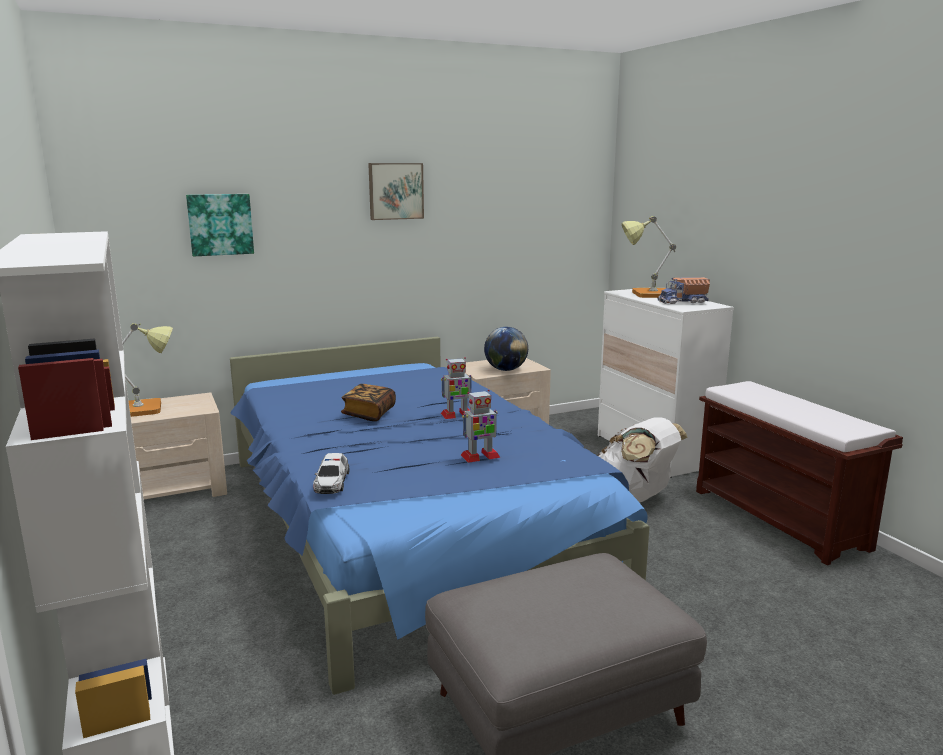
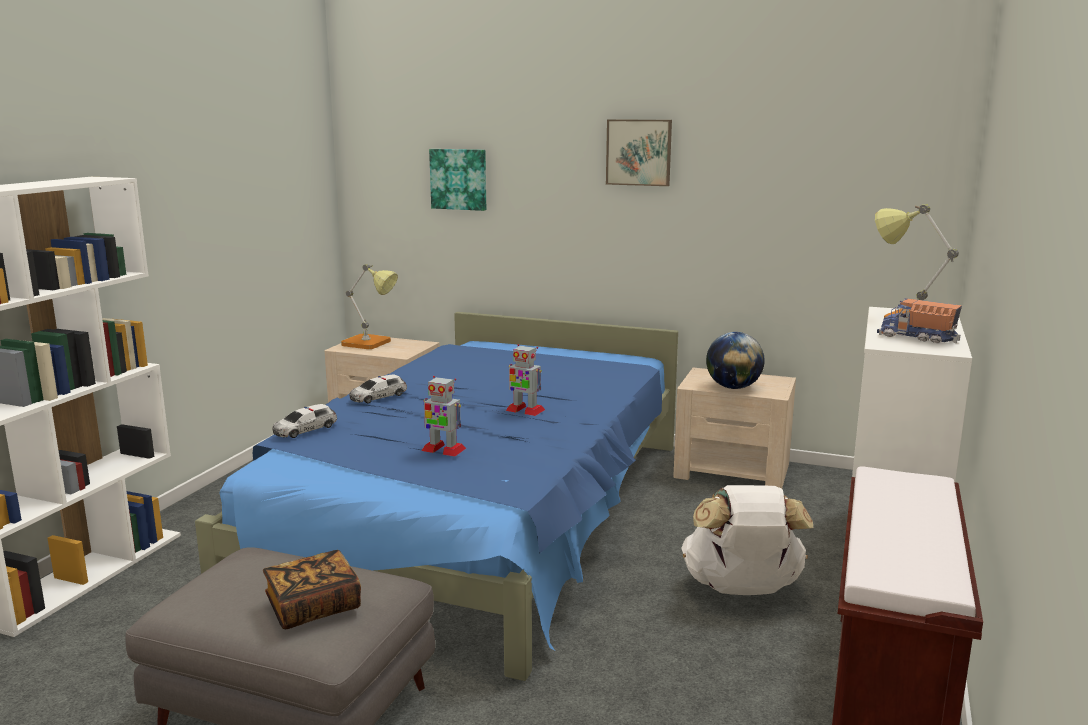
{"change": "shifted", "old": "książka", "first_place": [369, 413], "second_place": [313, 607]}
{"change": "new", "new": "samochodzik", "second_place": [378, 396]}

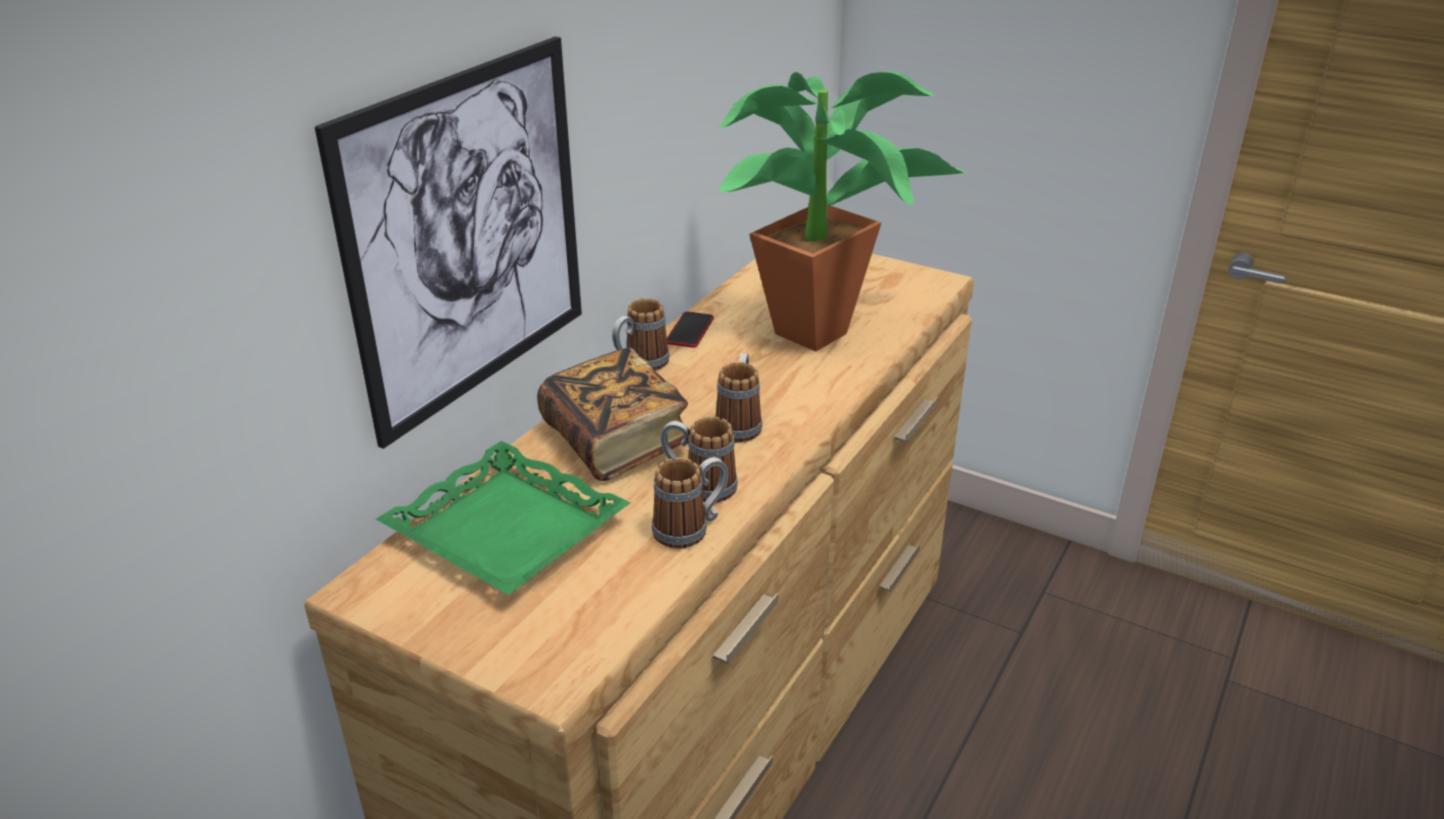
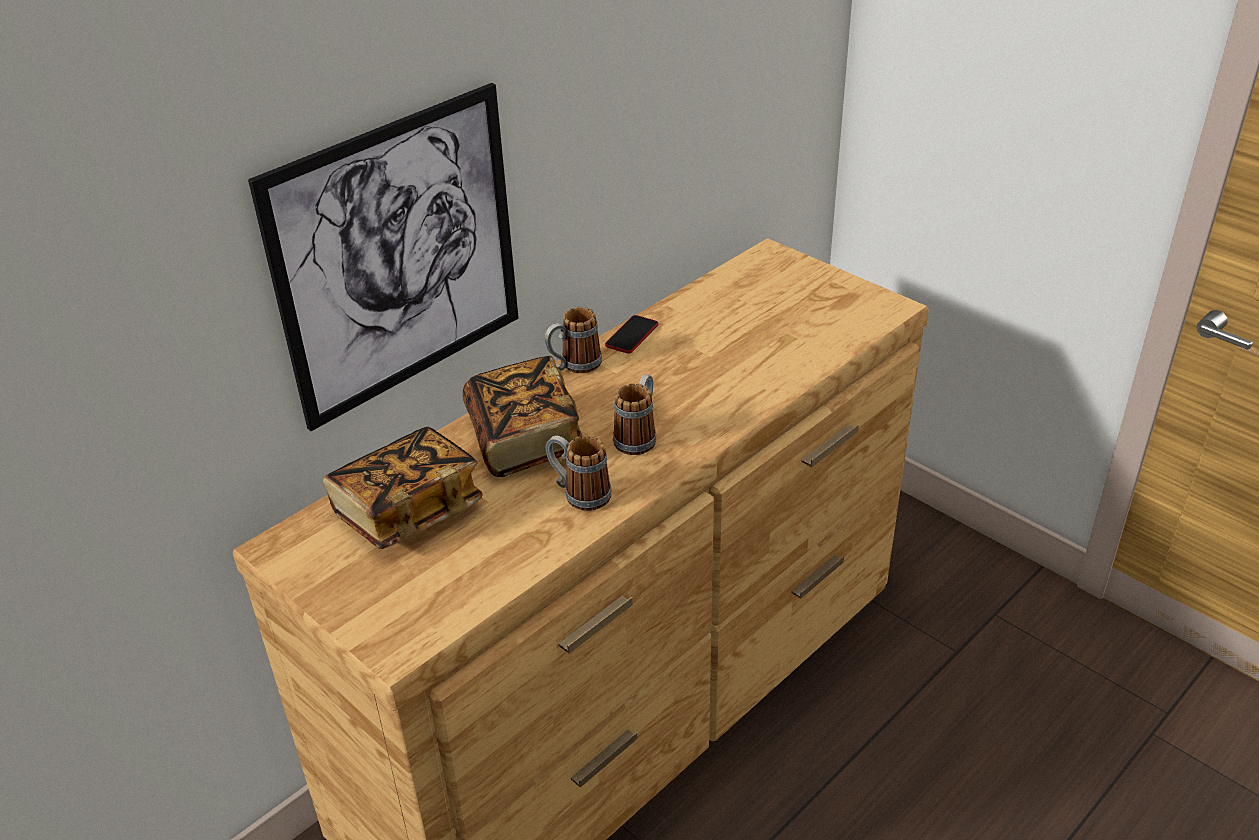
{"change": "swapped", "old": "taca [zielony]", "new": "książka", "first_place": [508, 529], "second_place": [407, 510]}
{"change": "gone", "old": "kubek", "first_place": [691, 529]}
{"change": "gone", "old": "roślina doniczkowa", "first_place": [825, 331]}

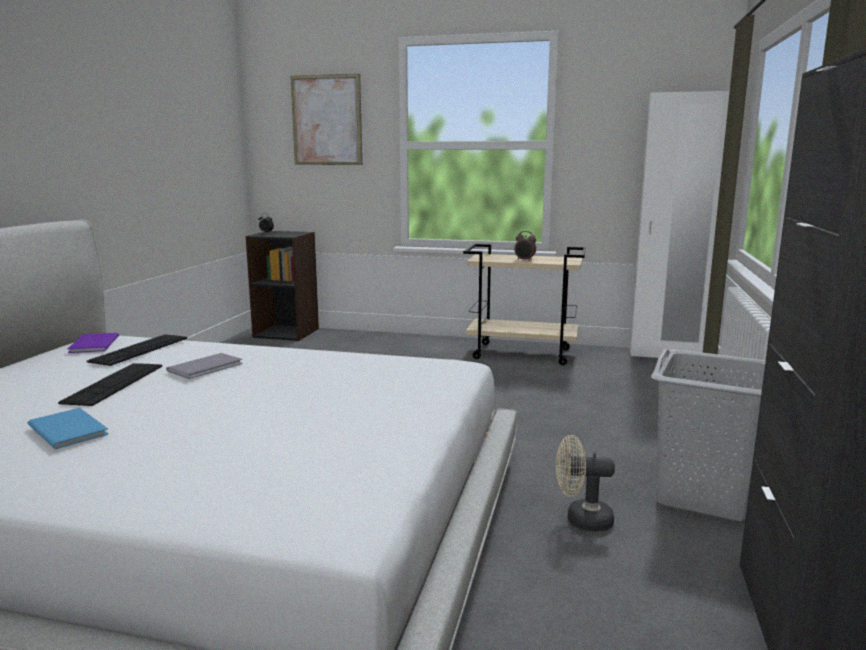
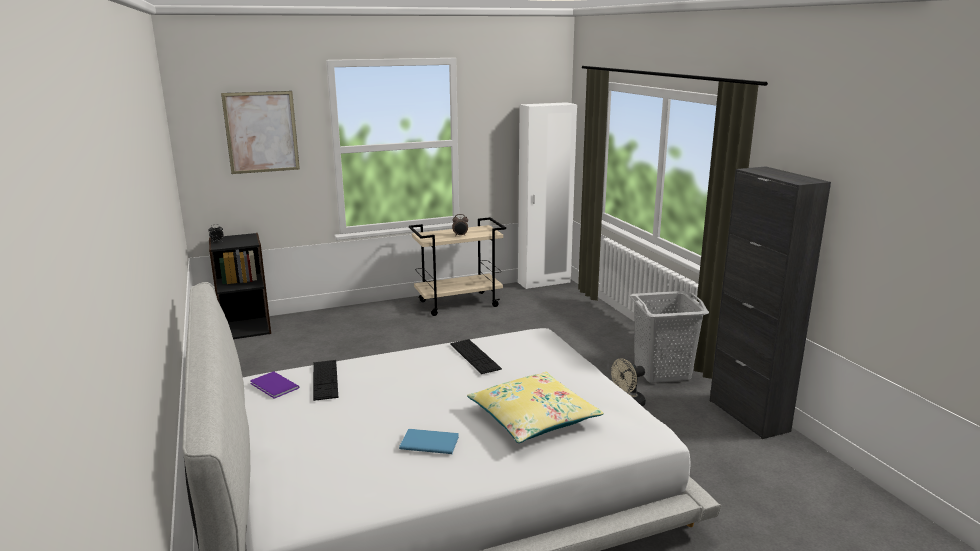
{"change": "shifted", "old": "klawiatura", "first_place": [114, 383], "second_place": [474, 356]}
{"change": "new", "new": "poduszka [żółty]", "second_place": [533, 418]}
{"change": "gone", "old": "książka [szary]", "first_place": [208, 367]}

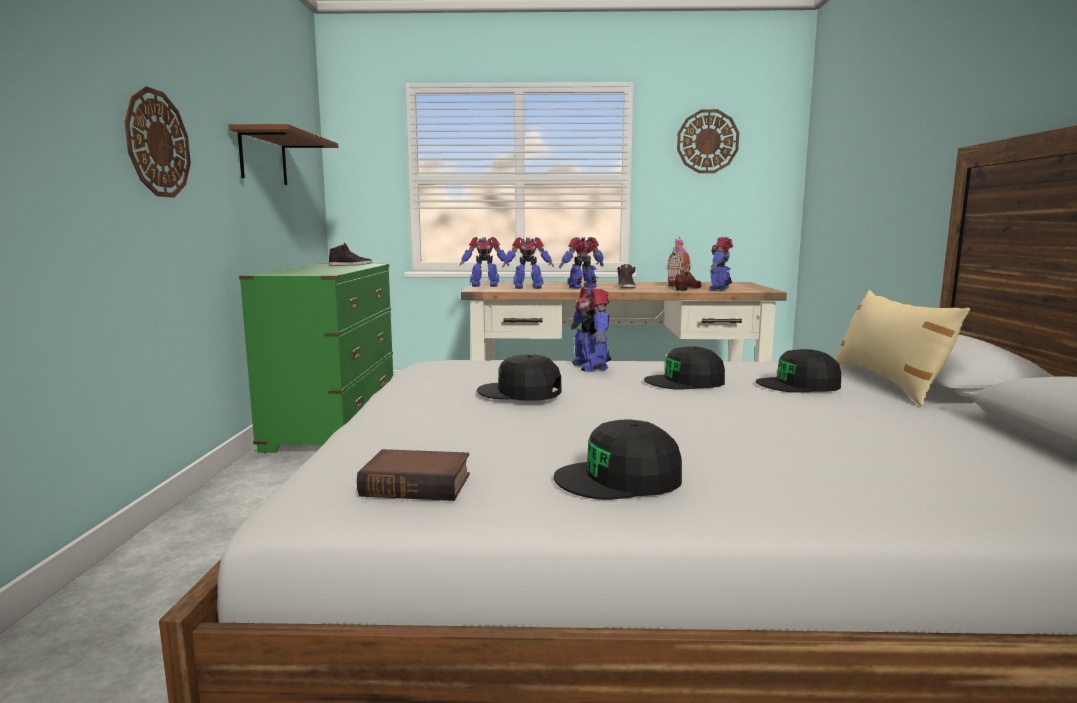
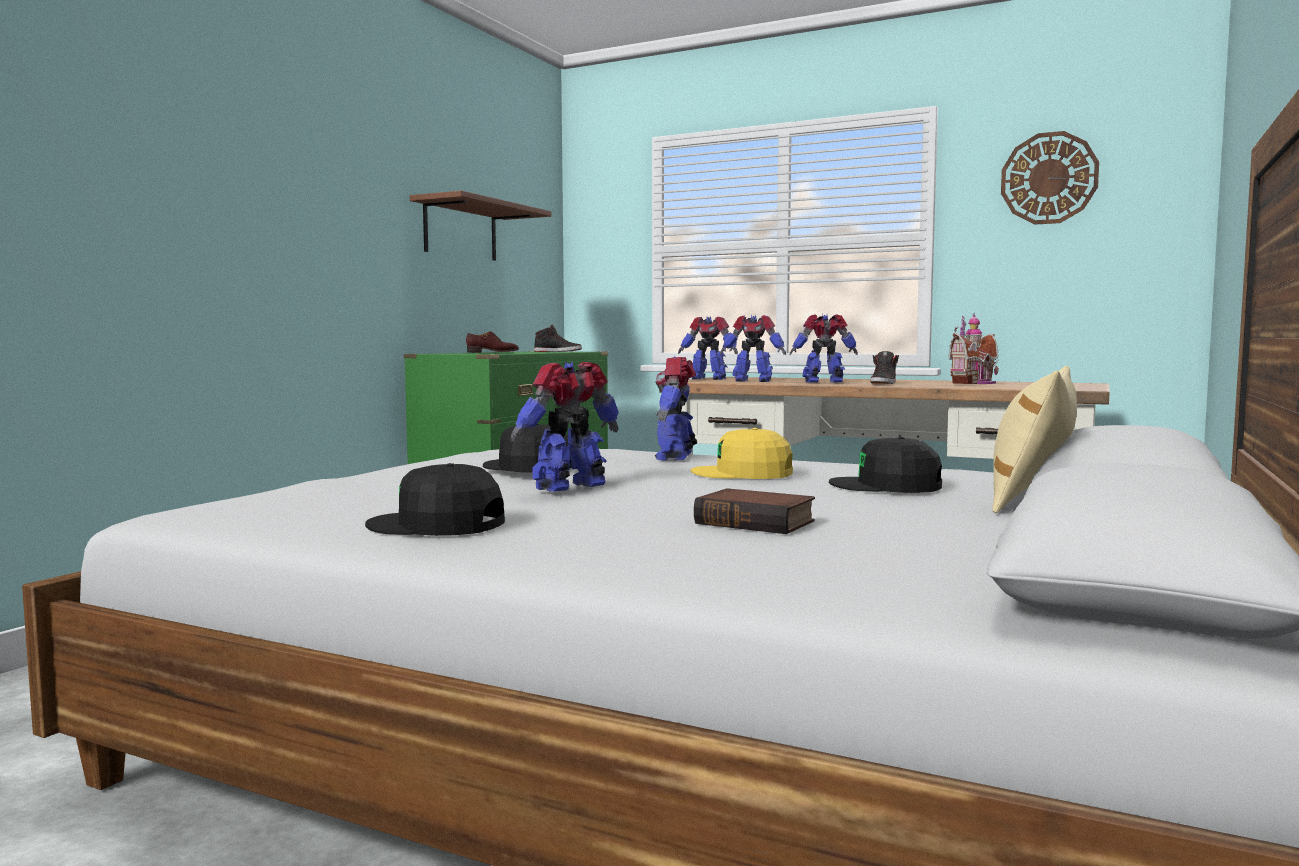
{"change": "shifted", "old": "but [brązowy]", "first_place": [688, 289], "second_place": [493, 352]}
{"change": "shifted", "old": "robot zabawkowy", "first_place": [720, 289], "second_place": [572, 487]}
{"change": "repainted", "old": "czapka z daszkiem [czarny]", "new": "czapka z daszkiem [żółty]", "first_place": [685, 382], "second_place": [743, 473]}
{"change": "shifted", "old": "książka", "first_place": [418, 484], "second_place": [757, 522]}
{"change": "gone", "old": "zegar ścienny", "first_place": [157, 144]}

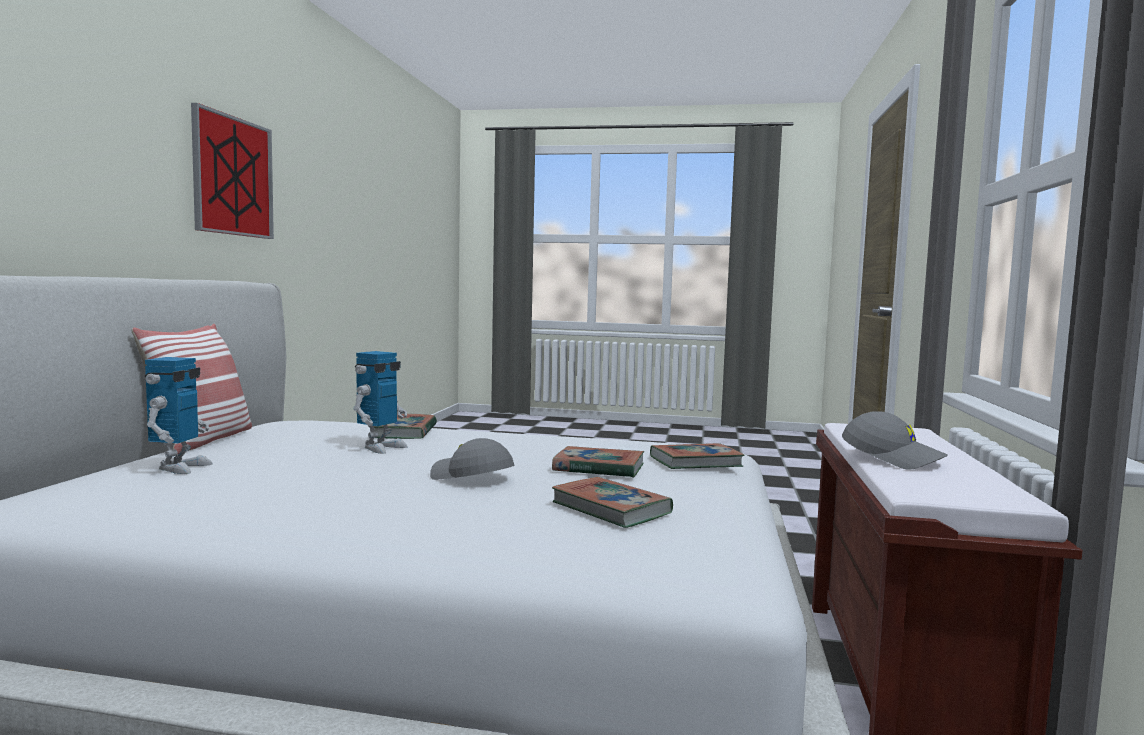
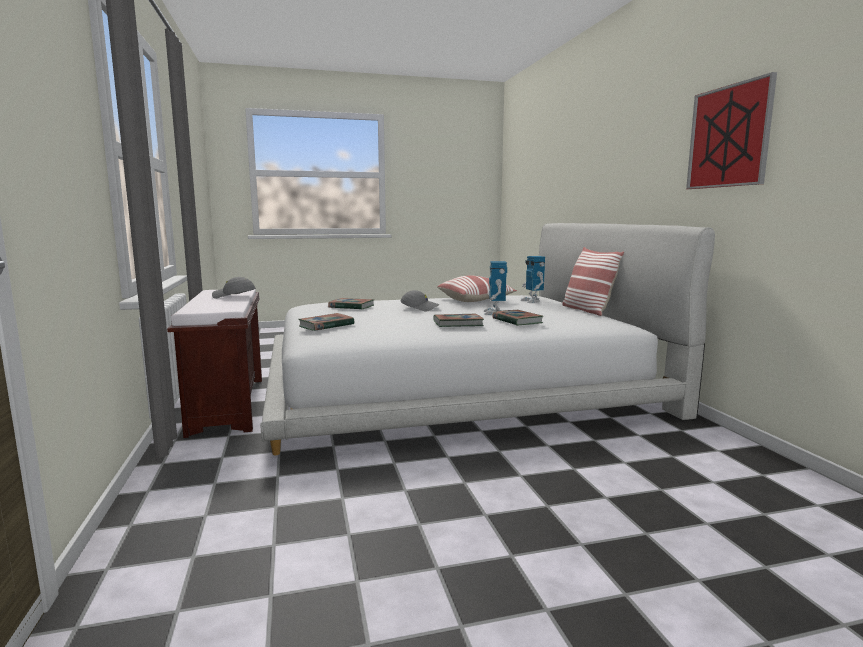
{"change": "shifted", "old": "książka", "first_place": [598, 468], "second_place": [458, 324]}
{"change": "new", "new": "poduszka", "second_place": [476, 300]}

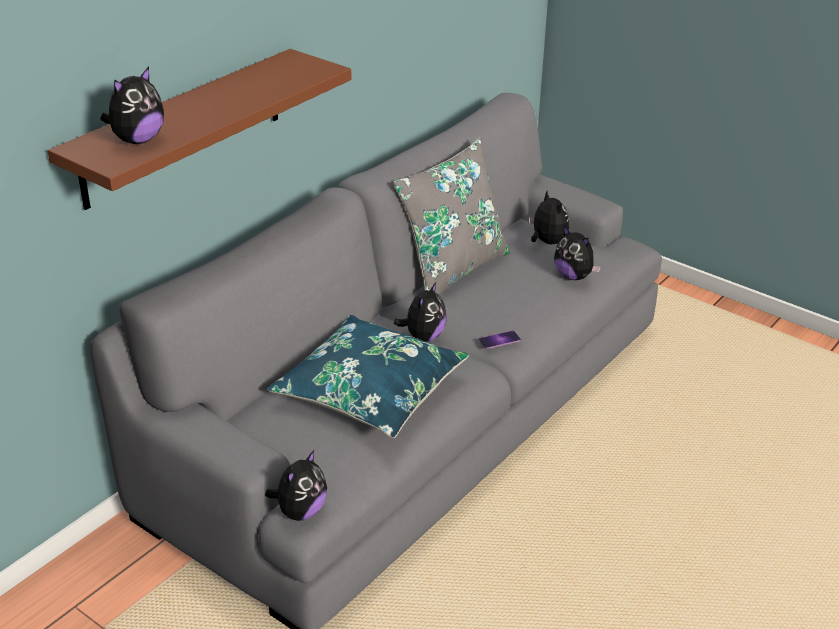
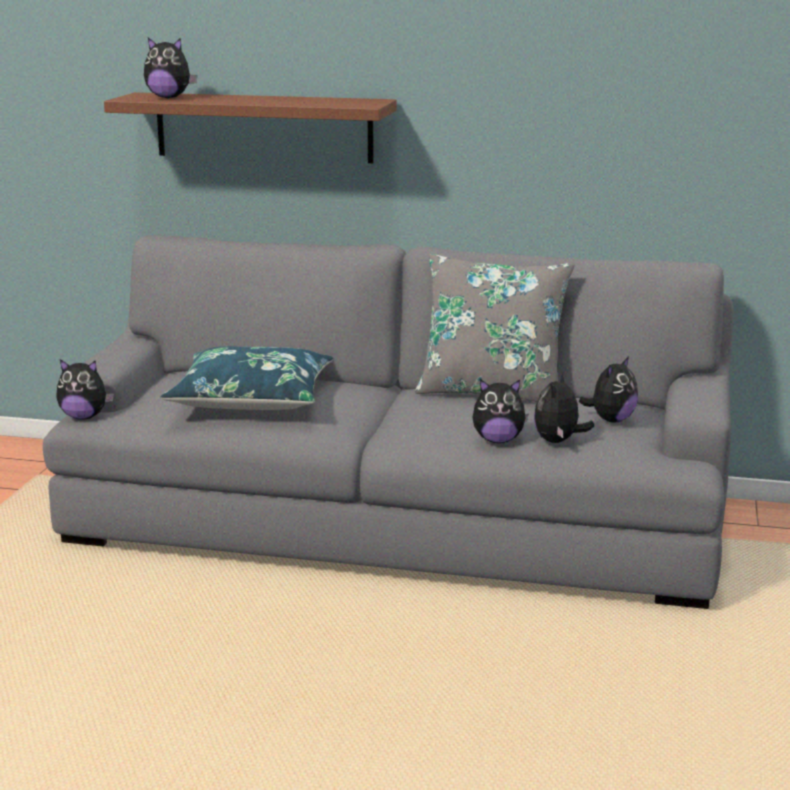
{"change": "shifted", "old": "pluszak", "first_place": [423, 336], "second_place": [498, 440]}
{"change": "gone", "old": "telefon", "first_place": [499, 340]}

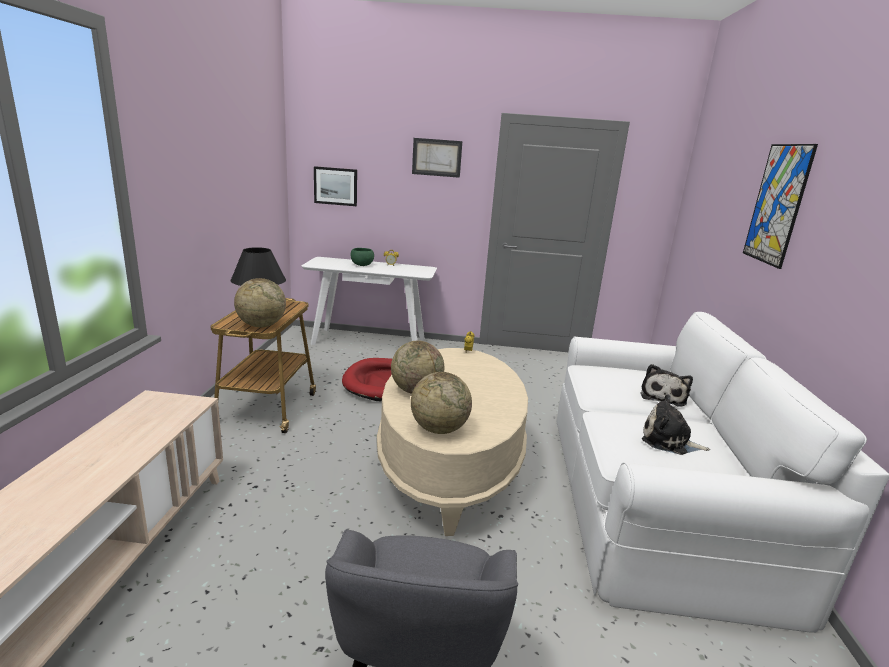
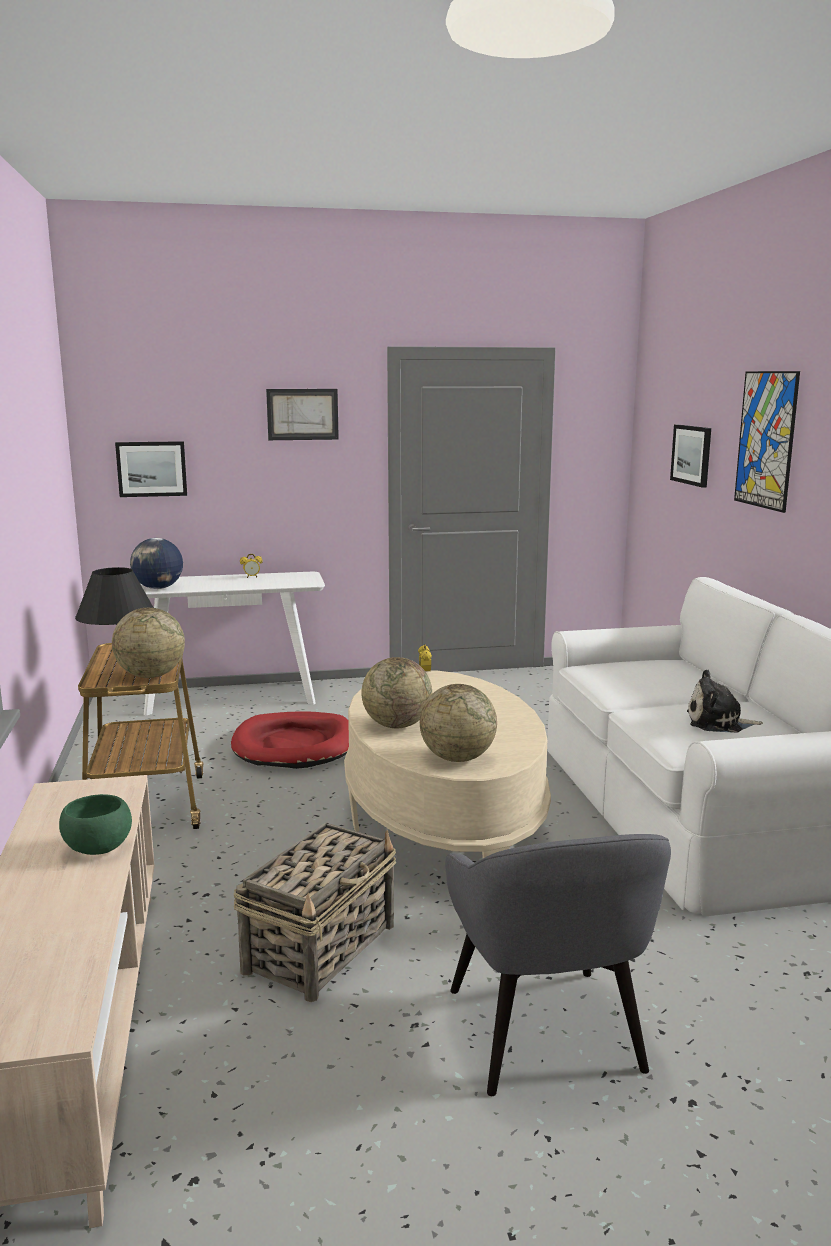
{"change": "shifted", "old": "miska [zielony]", "first_place": [362, 265], "second_place": [98, 848]}
{"change": "new", "new": "globus", "second_place": [158, 588]}
{"change": "new", "new": "koszyk", "second_place": [321, 947]}
{"change": "new", "new": "obraz", "second_place": [692, 455]}
{"change": "gone", "old": "pluszak", "first_place": [663, 396]}

